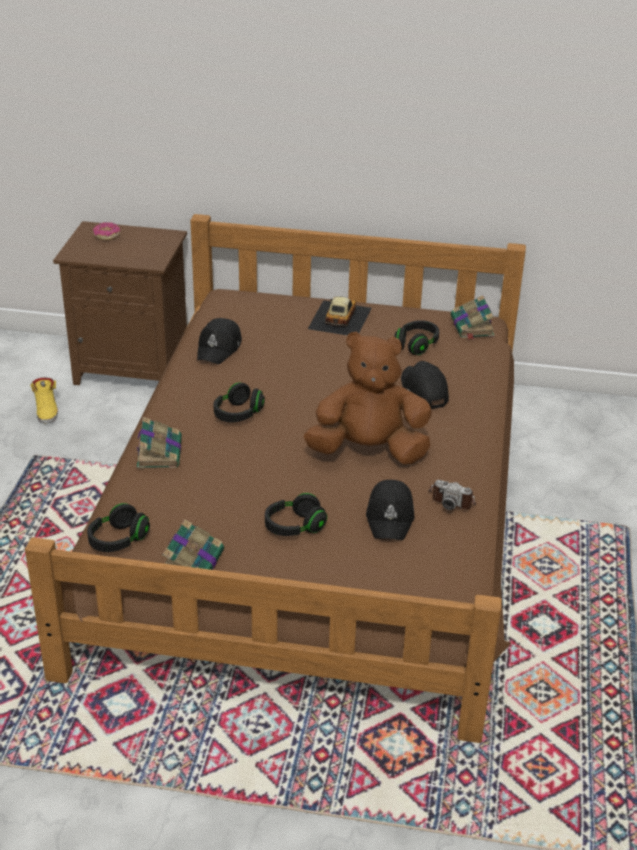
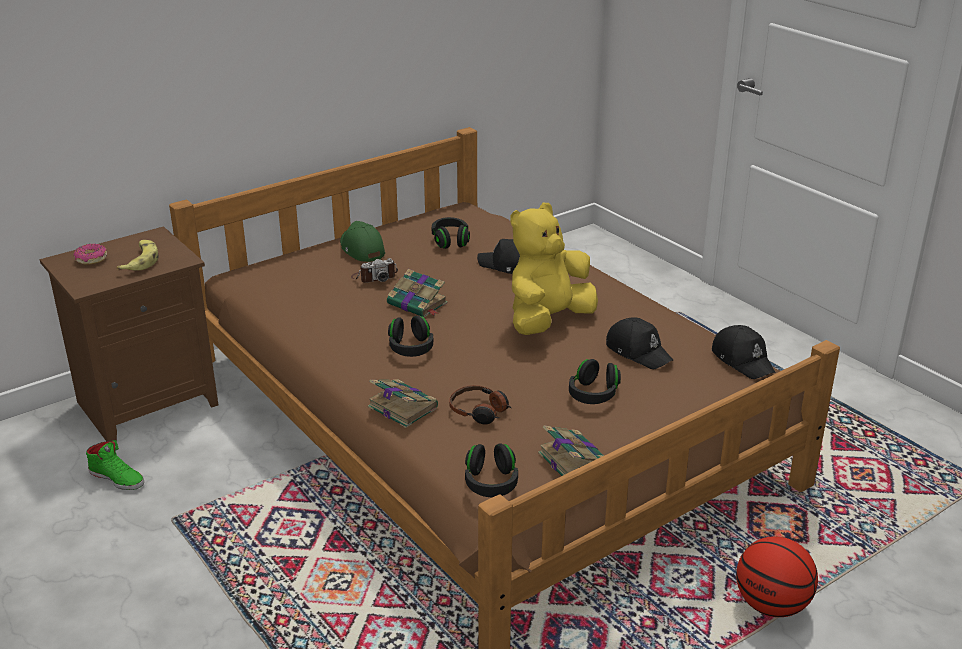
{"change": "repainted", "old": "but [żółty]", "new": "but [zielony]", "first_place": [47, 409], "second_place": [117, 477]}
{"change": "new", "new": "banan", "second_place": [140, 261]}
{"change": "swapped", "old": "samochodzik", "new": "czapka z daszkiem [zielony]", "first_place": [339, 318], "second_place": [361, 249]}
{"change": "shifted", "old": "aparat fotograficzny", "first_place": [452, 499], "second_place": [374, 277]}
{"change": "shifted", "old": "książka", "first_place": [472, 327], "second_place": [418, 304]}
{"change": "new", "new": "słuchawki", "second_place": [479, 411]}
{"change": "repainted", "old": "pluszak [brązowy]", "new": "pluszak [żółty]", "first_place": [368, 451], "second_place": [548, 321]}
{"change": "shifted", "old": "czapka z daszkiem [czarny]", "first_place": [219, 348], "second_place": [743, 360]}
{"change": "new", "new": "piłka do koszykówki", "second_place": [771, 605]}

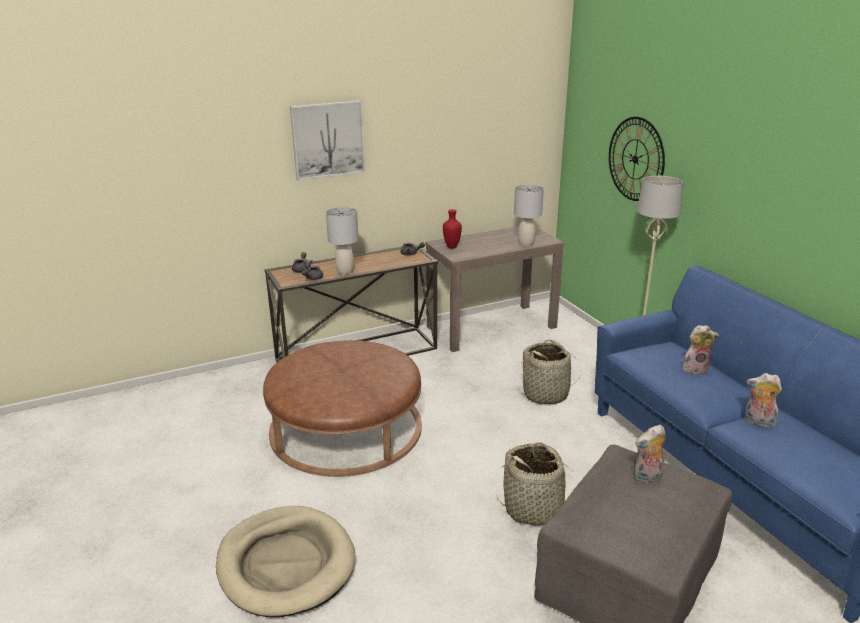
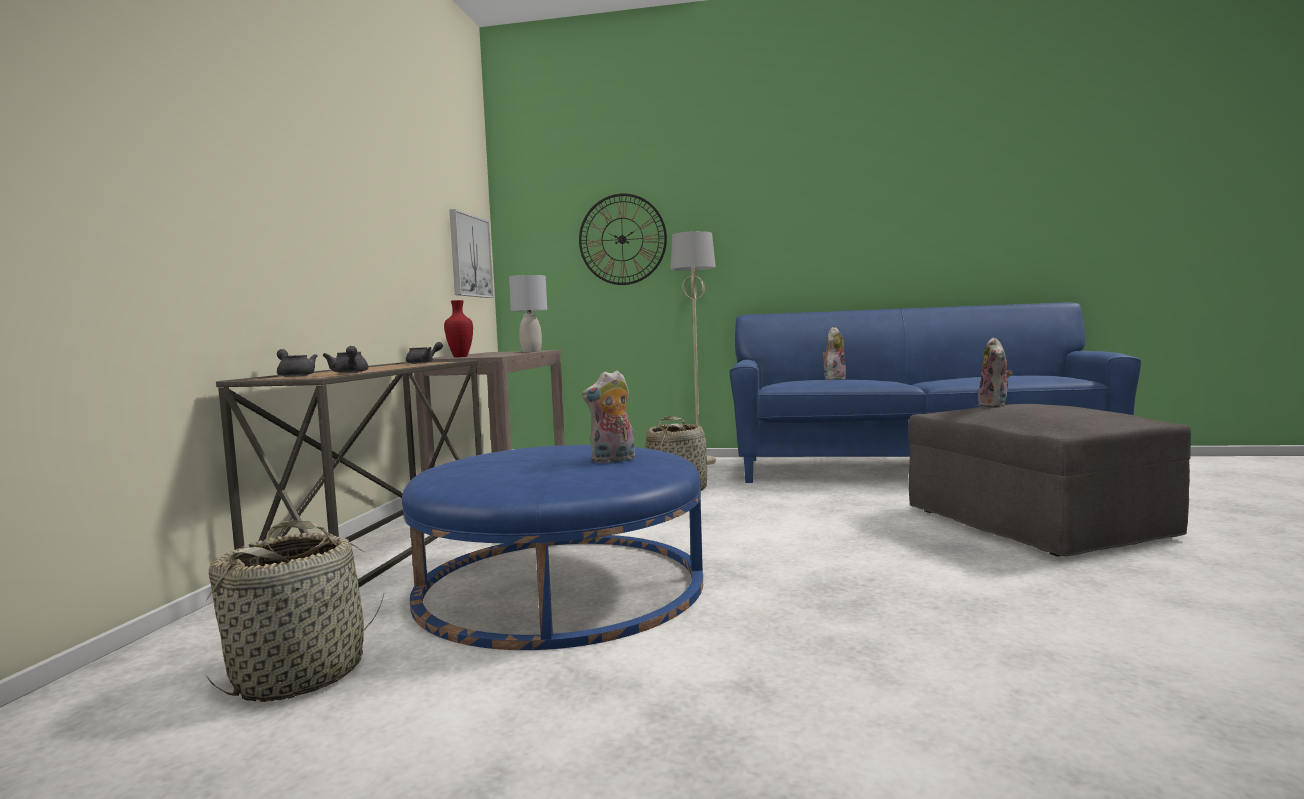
{"change": "shifted", "old": "koszyk", "first_place": [534, 508], "second_place": [301, 673]}
{"change": "repainted", "old": "pufa [brązowy]", "new": "pufa [niebieski]", "first_place": [346, 428], "second_place": [560, 584]}
{"change": "shifted", "old": "obraz", "first_place": [328, 139], "second_place": [470, 256]}
{"change": "shifted", "old": "pluszak", "first_place": [758, 422], "second_place": [613, 460]}
{"change": "gone", "old": "legowisko [beżowy]", "first_place": [286, 564]}
{"change": "gone", "old": "lampa stołowa [szary]", "first_place": [345, 271]}

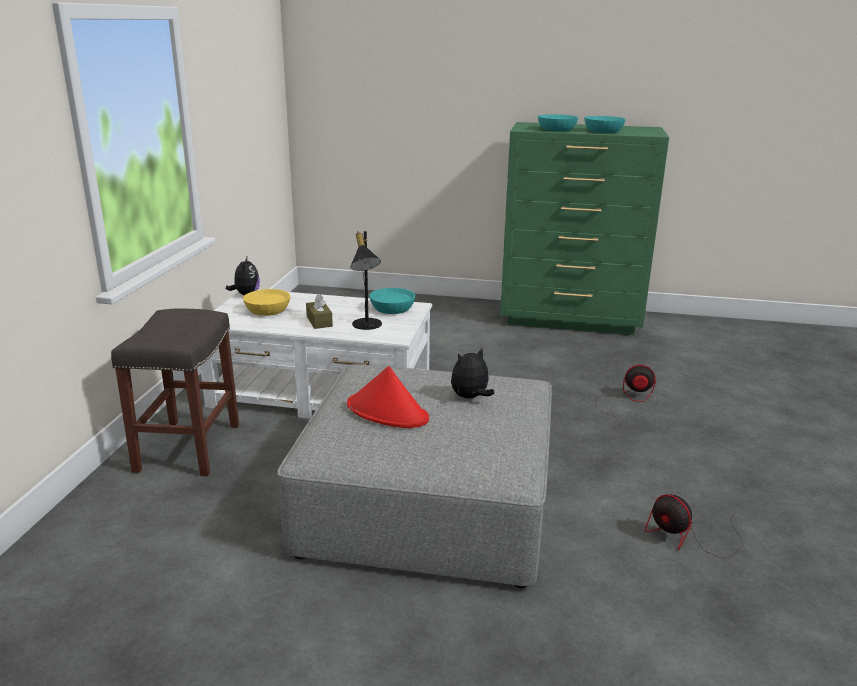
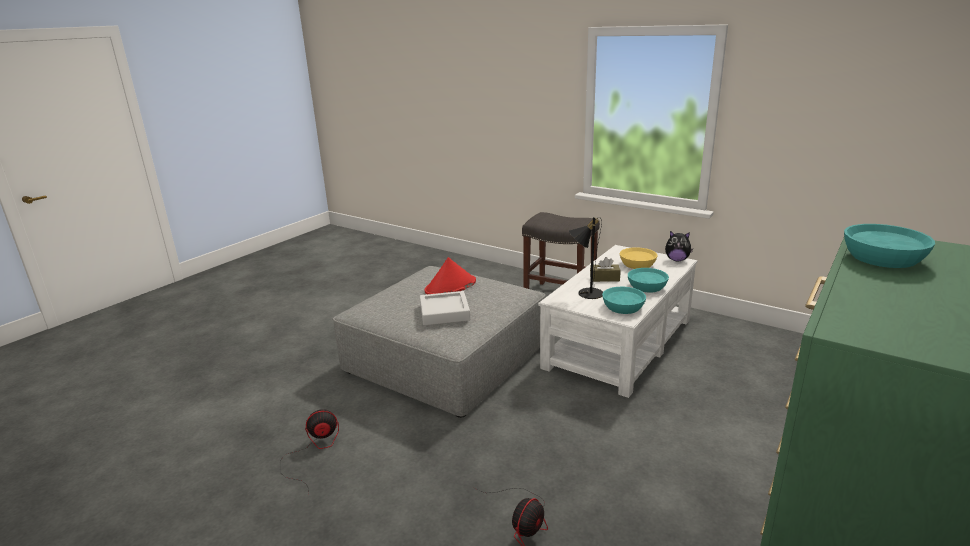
{"change": "swapped", "old": "pluszak", "new": "taca [szary]", "first_place": [470, 398], "second_place": [444, 312]}
{"change": "shifted", "old": "miska [turkusowy]", "first_place": [604, 131], "second_place": [647, 287]}

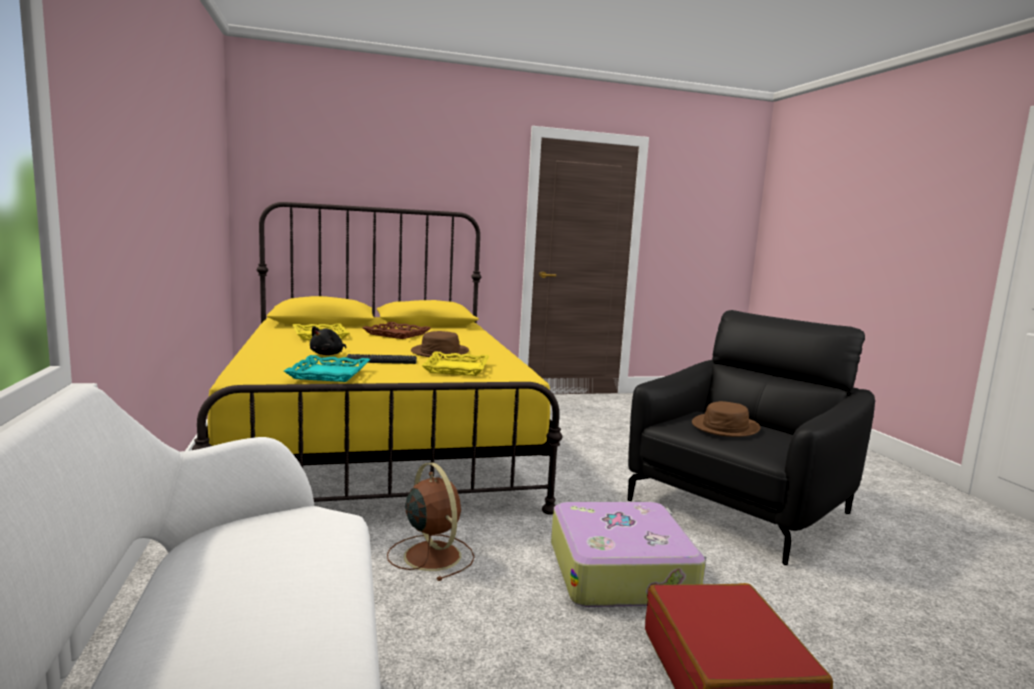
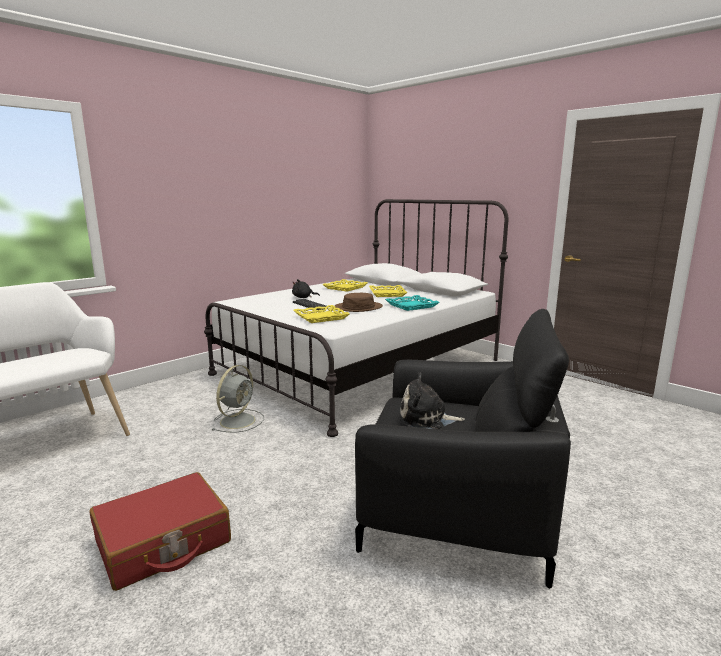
{"change": "repainted", "old": "łóżko [żółty]", "new": "łóżko [biały]", "first_place": [379, 446], "second_place": [360, 367]}
{"change": "repainted", "old": "wentylator [brązowy]", "new": "wentylator [szary]", "first_place": [431, 555], "second_place": [238, 420]}
{"change": "repainted", "old": "taca [brązowy]", "new": "taca [żółty]", "first_place": [397, 334], "second_place": [387, 294]}
{"change": "shifted", "old": "taca [turkusowy]", "first_place": [328, 374], "second_place": [411, 306]}
{"change": "swapped", "old": "kapelusz [brązowy]", "new": "pluszak", "first_place": [725, 427], "second_place": [426, 418]}
{"change": "gone", "old": "walizka", "first_place": [622, 571]}

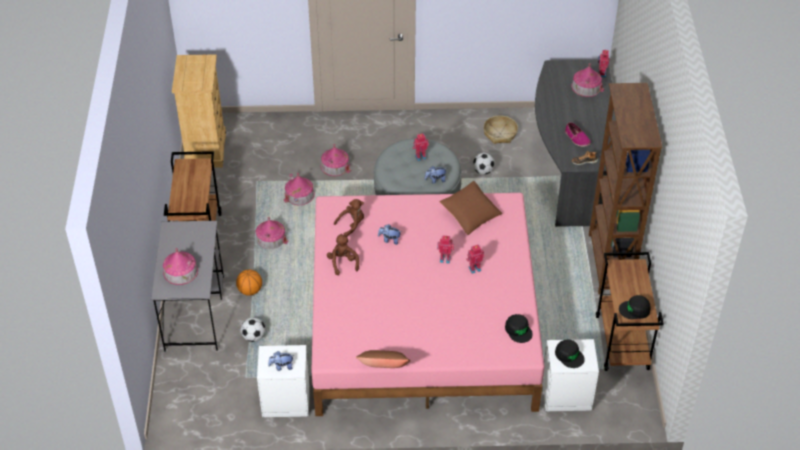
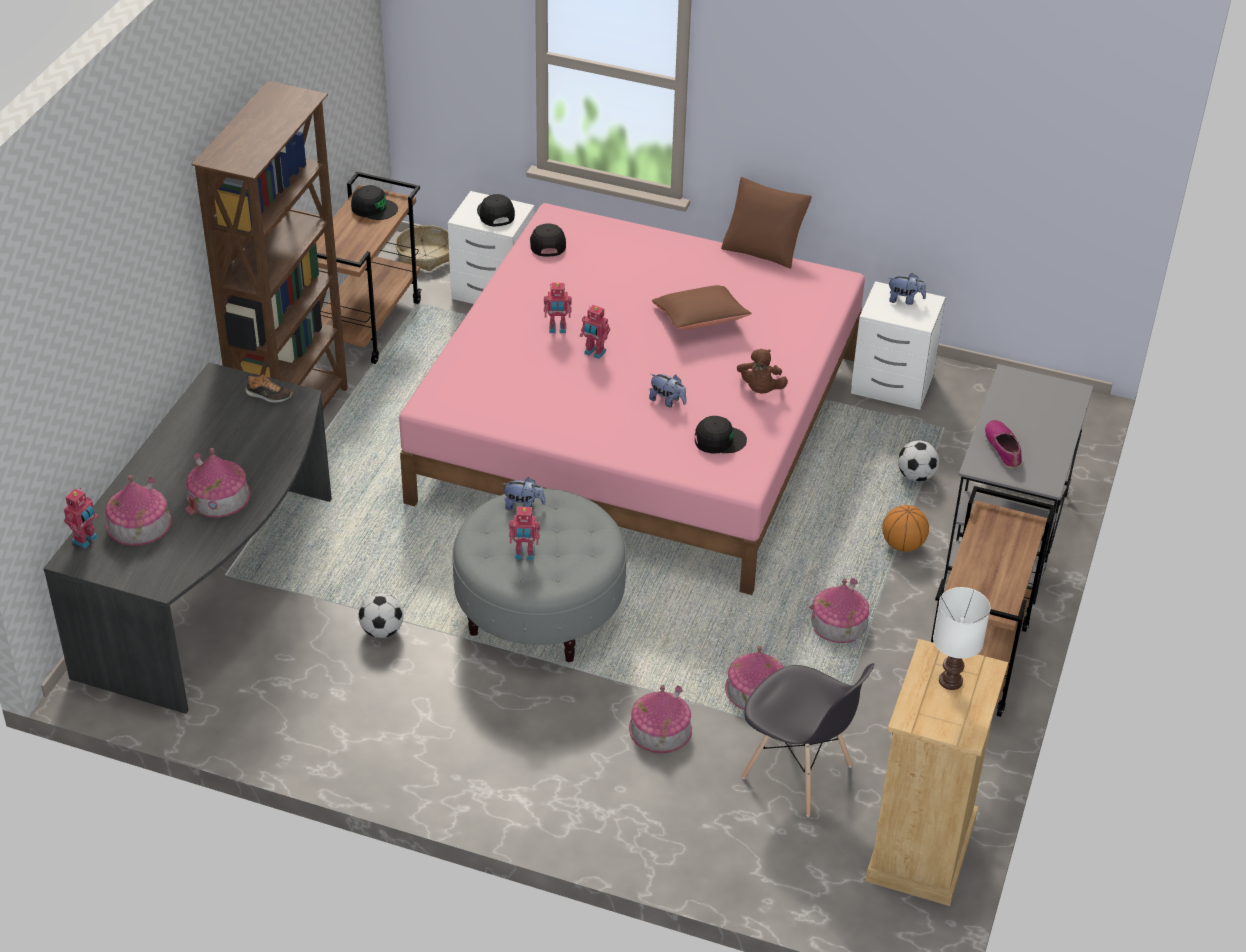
{"change": "shifted", "old": "domek", "first_place": [180, 271], "second_place": [218, 496]}
{"change": "shifted", "old": "koszyk", "first_place": [500, 134], "second_place": [425, 255]}
{"change": "shifted", "old": "poduszka [brązowy]", "first_place": [470, 214], "second_place": [700, 320]}
{"change": "swapped", "old": "pluszak [brązowy]", "new": "czapka z daszkiem [czarny]", "first_place": [351, 225], "second_place": [719, 440]}
{"change": "new", "new": "krzesło [szary]", "second_place": [798, 773]}
{"change": "new", "new": "lampa stołowa [biały]", "second_place": [949, 681]}
{"change": "shifted", "old": "but", "first_place": [577, 138], "second_place": [1003, 448]}

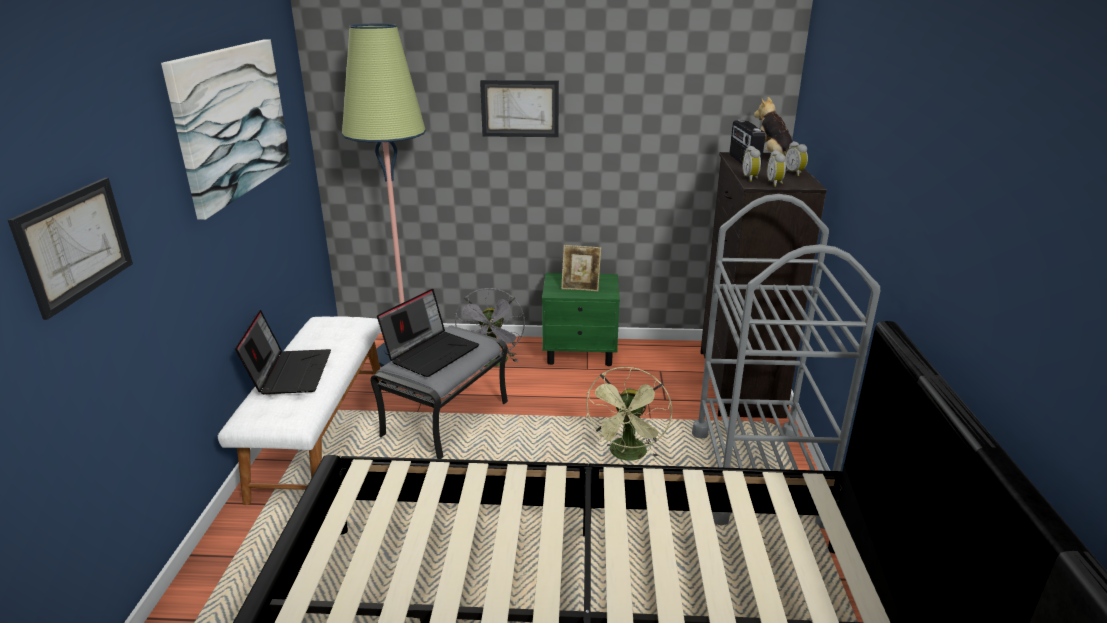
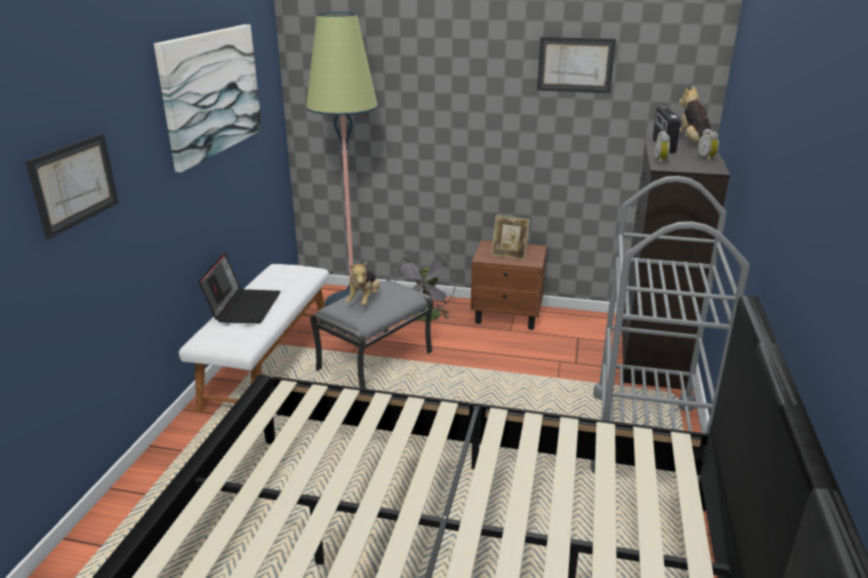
{"change": "swapped", "old": "laptop", "new": "pluszak", "first_place": [432, 352], "second_place": [364, 300]}
{"change": "repainted", "old": "szafka nocna [zielony]", "new": "szafka nocna [brązowy]", "first_place": [581, 353], "second_place": [508, 316]}
{"change": "shifted", "old": "obraz", "first_place": [520, 108], "second_place": [575, 64]}
{"change": "gone", "old": "wentylator [zielony]", "first_place": [628, 456]}
{"change": "gone", "old": "budzik", "first_place": [775, 184]}

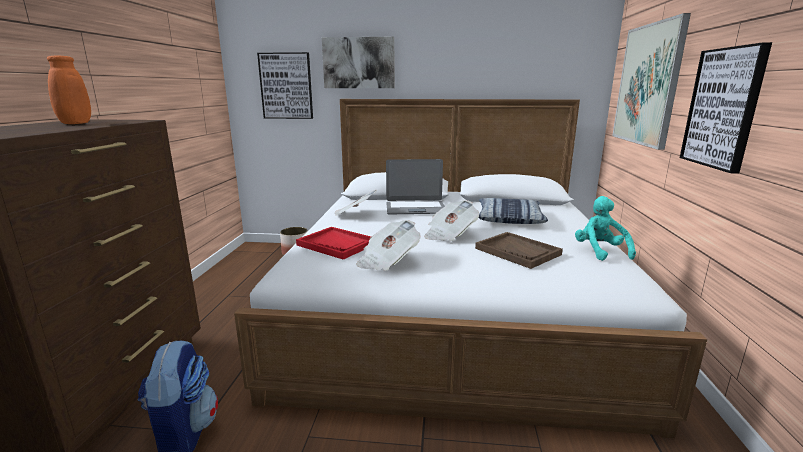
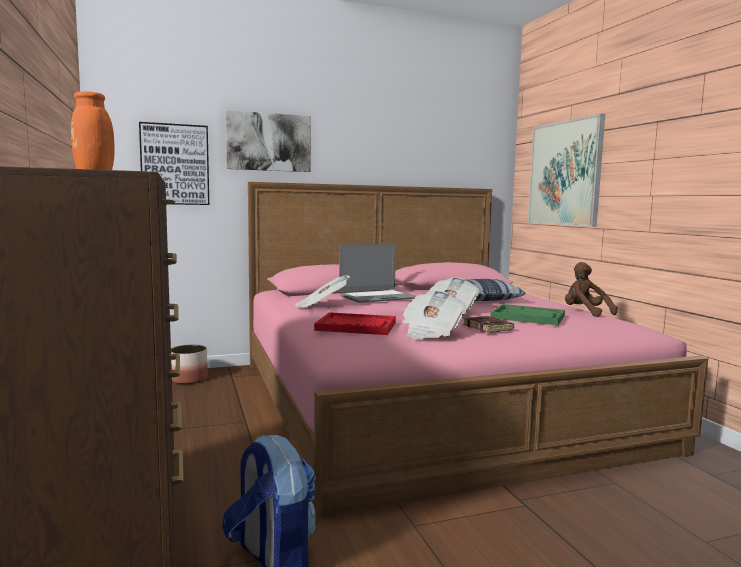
{"change": "repainted", "old": "łóżko [biały]", "new": "łóżko [różowy]", "first_place": [451, 306], "second_place": [429, 401]}
{"change": "new", "new": "książka [brązowy]", "second_place": [488, 328]}
{"change": "repainted", "old": "taca [brązowy]", "new": "taca [zielony]", "first_place": [518, 251], "second_place": [528, 317]}
{"change": "repainted", "old": "pluszak [turkusowy]", "new": "pluszak [brązowy]", "first_place": [600, 252], "second_place": [585, 313]}
{"change": "gone", "old": "obraz", "first_place": [723, 108]}

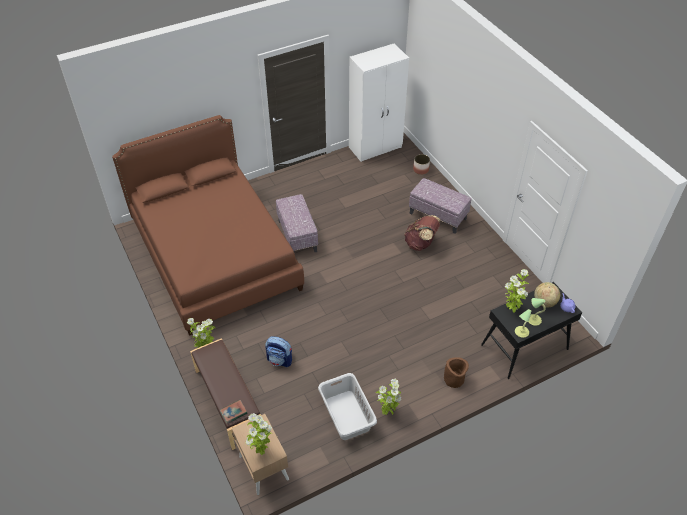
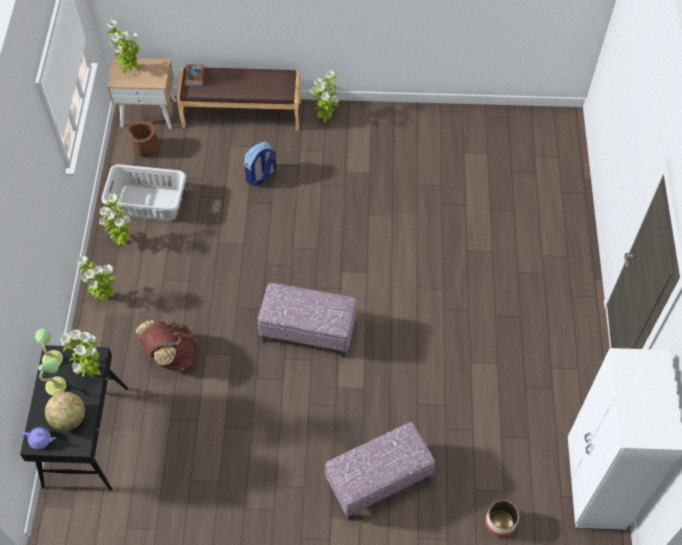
{"change": "new", "new": "roślina doniczkowa", "second_place": [104, 297]}
{"change": "shifted", "old": "donica [brązowy]", "first_place": [454, 379], "second_place": [145, 148]}
{"change": "shifted", "old": "plecak [brązowy]", "first_place": [421, 243], "second_place": [172, 356]}
{"change": "shifted", "old": "pufa", "first_place": [297, 236], "second_place": [309, 331]}
{"change": "gone", "old": "łóżko [brązowy]", "first_place": [215, 254]}

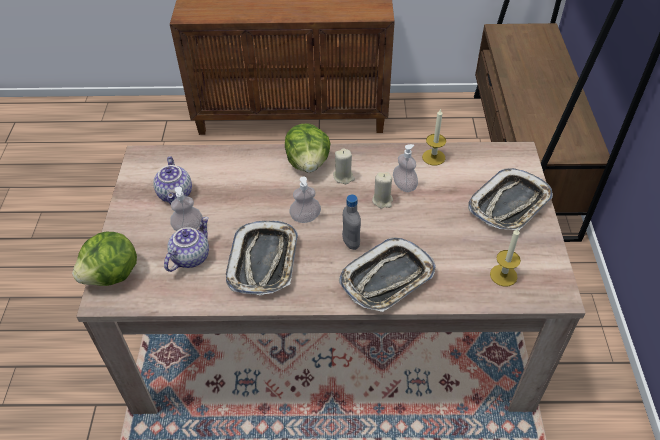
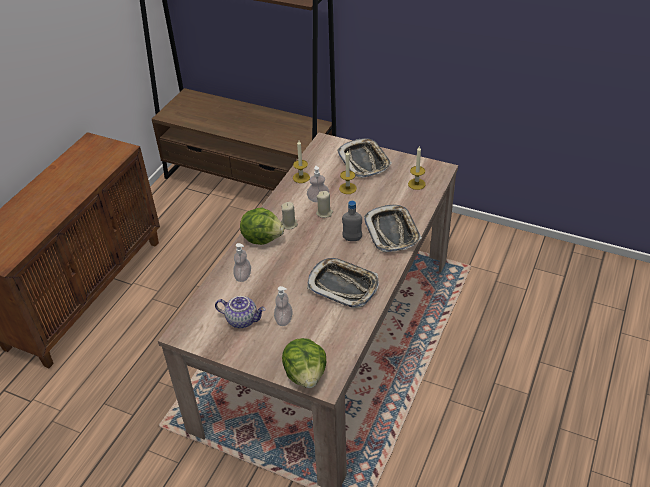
{"change": "shifted", "old": "dozownik mydła", "first_place": [305, 217], "second_place": [243, 276]}
{"change": "new", "new": "świeca", "second_place": [347, 188]}
{"change": "gone", "old": "imbryk", "first_place": [190, 257]}

